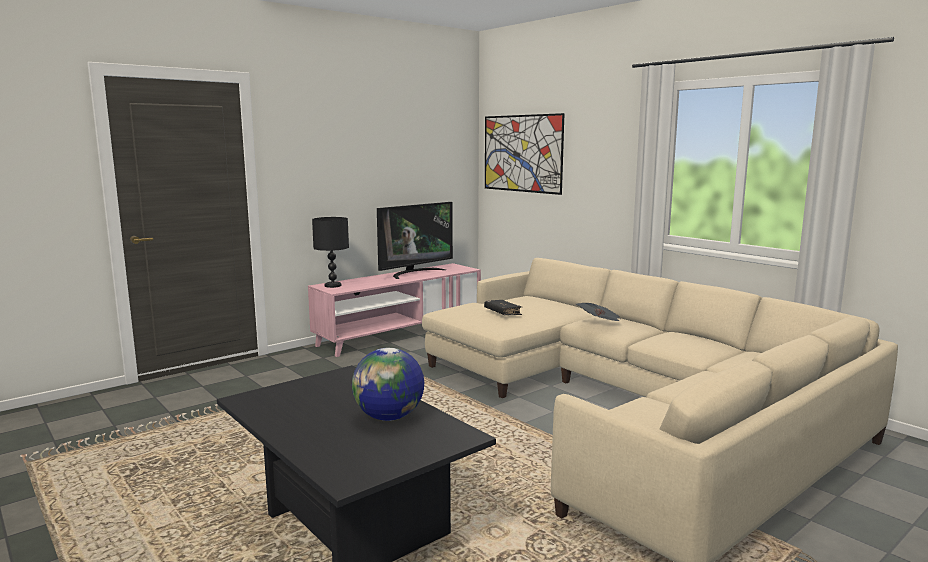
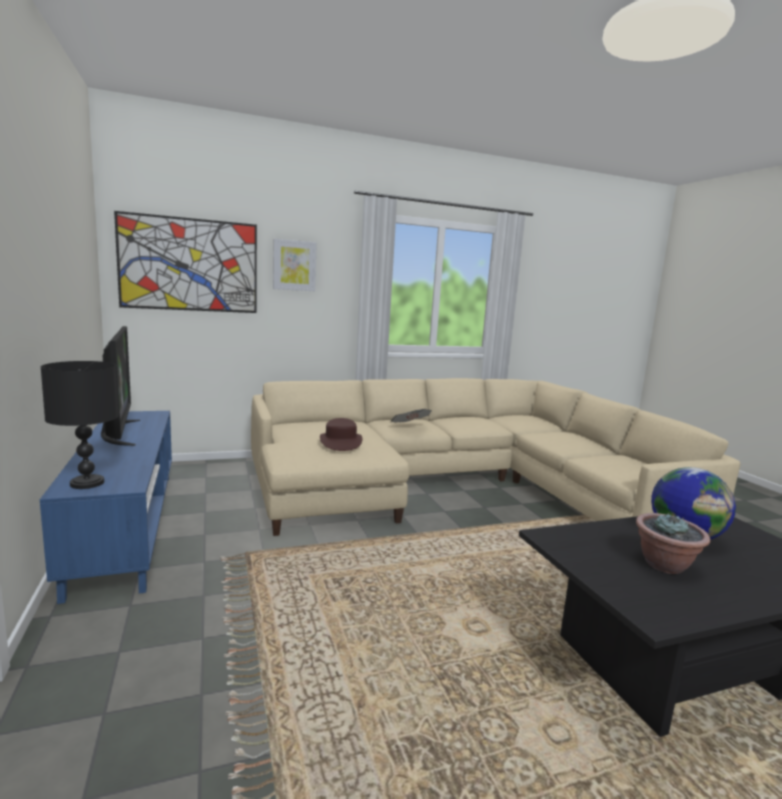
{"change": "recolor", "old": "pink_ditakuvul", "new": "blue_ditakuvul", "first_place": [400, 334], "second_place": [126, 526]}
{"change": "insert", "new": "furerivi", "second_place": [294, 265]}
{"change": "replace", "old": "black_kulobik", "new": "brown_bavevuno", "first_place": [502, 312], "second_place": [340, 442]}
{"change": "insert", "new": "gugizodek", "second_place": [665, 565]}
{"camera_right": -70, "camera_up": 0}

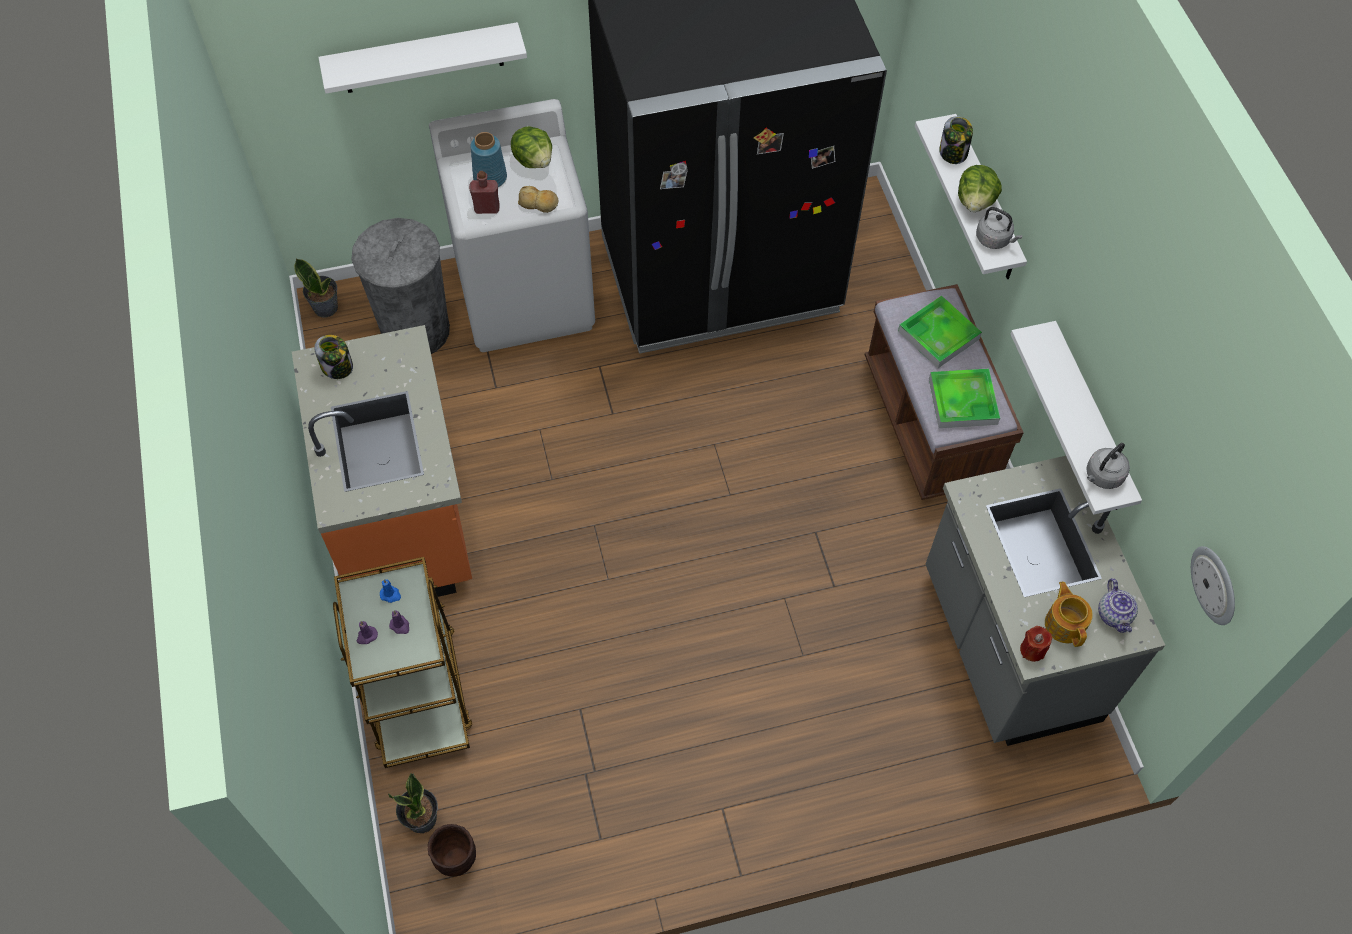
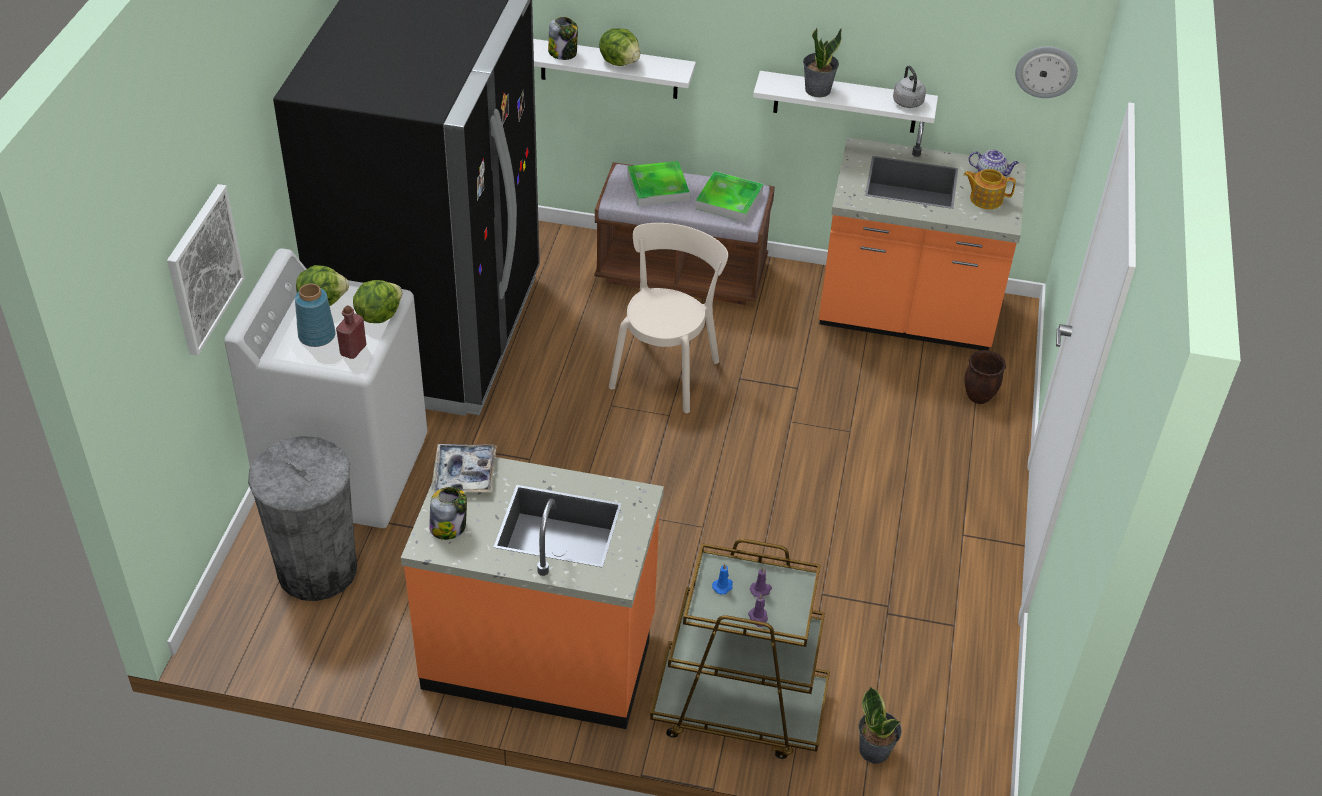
{"change": "replace", "old": "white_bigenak", "new": "furerivi", "first_place": [422, 58], "second_place": [203, 269]}
{"change": "replace", "old": "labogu", "new": "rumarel", "first_place": [538, 204], "second_place": [378, 315]}
{"change": "insert", "new": "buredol", "second_place": [464, 473]}
{"change": "insert", "new": "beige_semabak", "second_place": [666, 370]}
{"change": "move", "old": "gugizodek", "first_place": [326, 307], "second_place": [817, 90]}
{"change": "recolor", "old": "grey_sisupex", "new": "orange_sisupex", "first_place": [1006, 647], "second_place": [906, 316]}
{"change": "move", "old": "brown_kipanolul", "first_place": [456, 861], "second_place": [979, 397]}
{"change": "delete", "old": "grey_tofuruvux", "first_place": [994, 239]}
{"change": "delete", "old": "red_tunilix", "first_place": [1032, 650]}
{"camera_right": -65, "camera_up": -15}

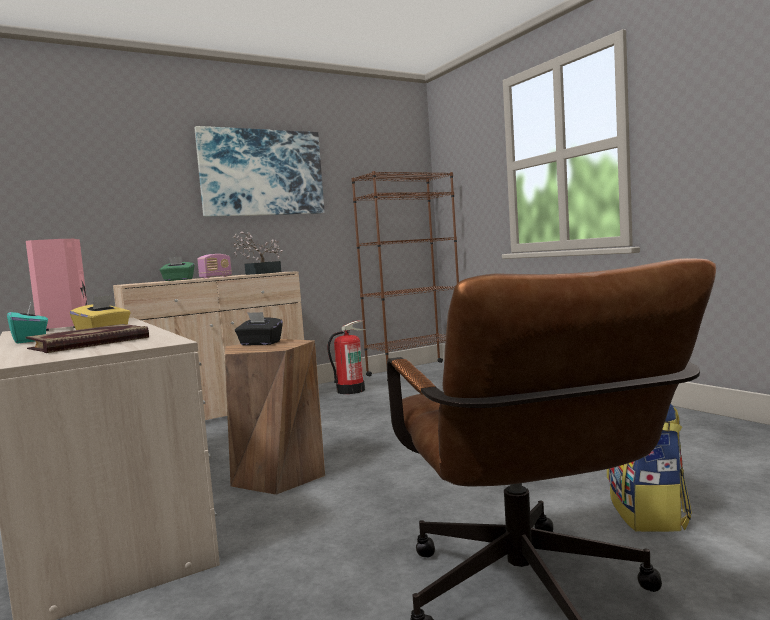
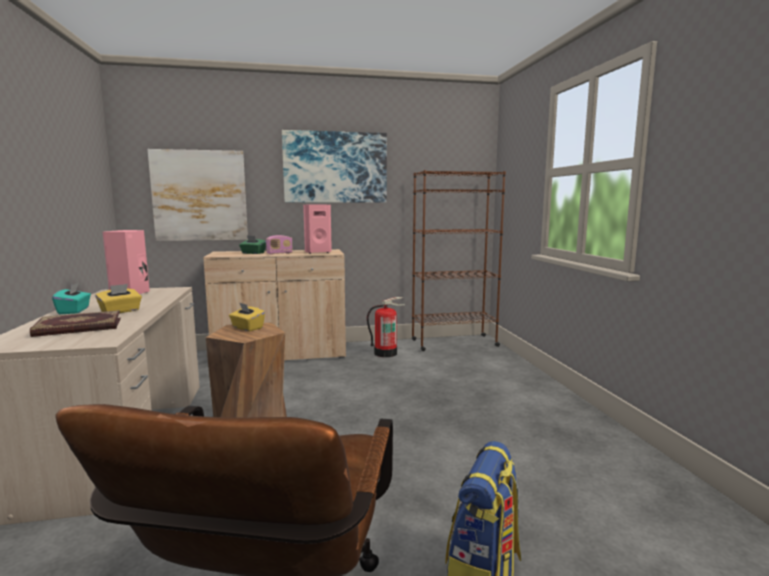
{"change": "insert", "new": "furerivi", "second_place": [200, 196]}
{"change": "recolor", "old": "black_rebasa", "new": "yellow_rebasa", "first_place": [260, 344], "second_place": [247, 328]}
{"change": "replace", "old": "gugizodek", "new": "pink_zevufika", "first_place": [259, 273], "second_place": [317, 252]}
{"camera_right": 20, "camera_up": 5}

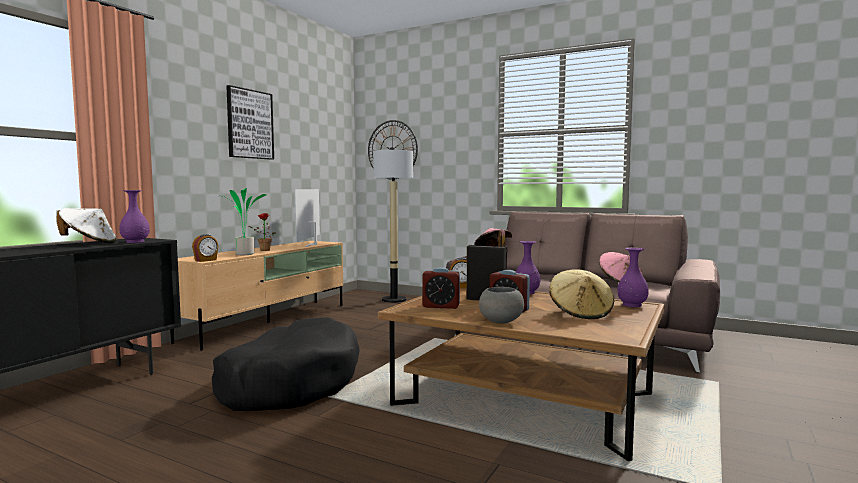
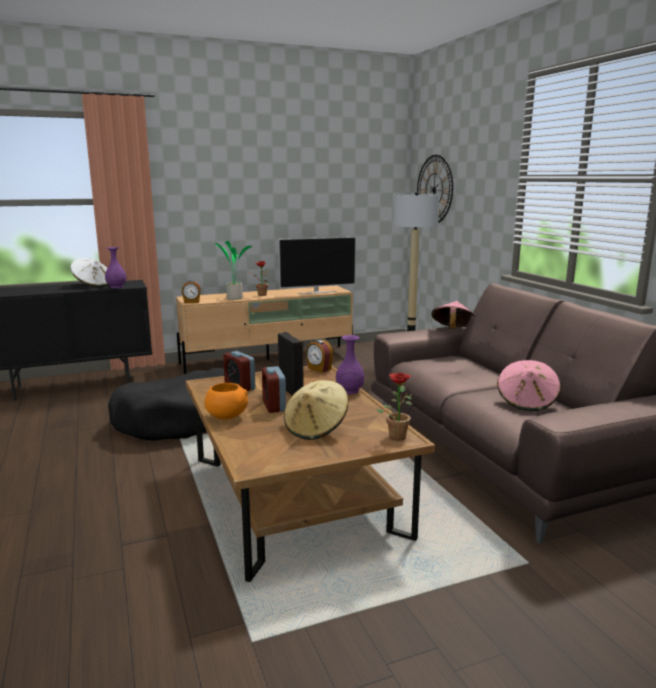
{"change": "recolor", "old": "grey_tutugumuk", "new": "orange_tutugumuk", "first_place": [500, 321], "second_place": [226, 416]}
{"change": "rotate", "old": "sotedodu", "first_place": [312, 245], "second_place": [317, 292], "degrees": -150}
{"change": "replace", "old": "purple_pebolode", "new": "gugizodek", "first_place": [632, 305], "second_place": [396, 435]}
{"change": "delete", "old": "furerivi", "first_place": [249, 124]}
{"camera_right": 40, "camera_up": 10}

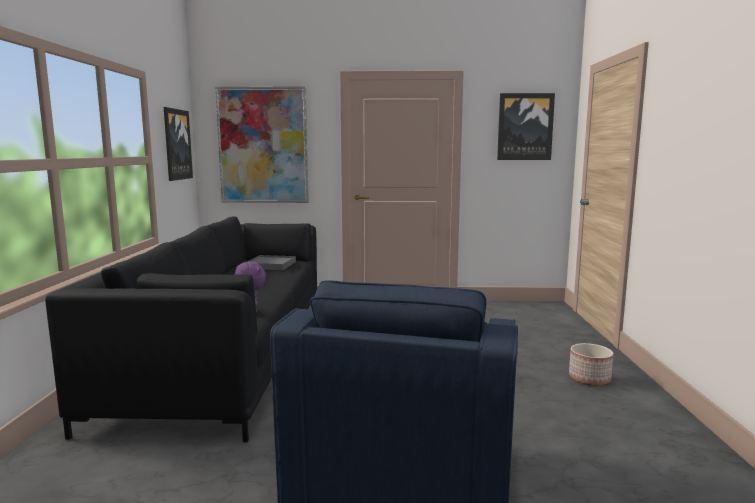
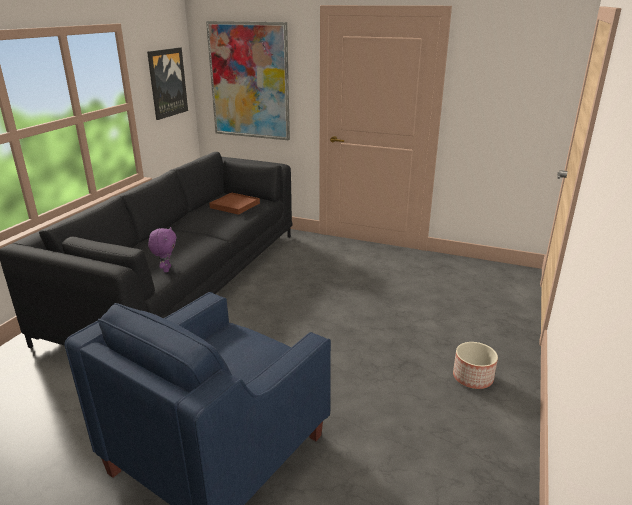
{"change": "recolor", "old": "grey_buredol", "new": "brown_buredol", "first_place": [271, 265], "second_place": [235, 205]}
{"change": "delete", "old": "furerivi", "first_place": [525, 127]}
{"camera_right": 20, "camera_up": 15}

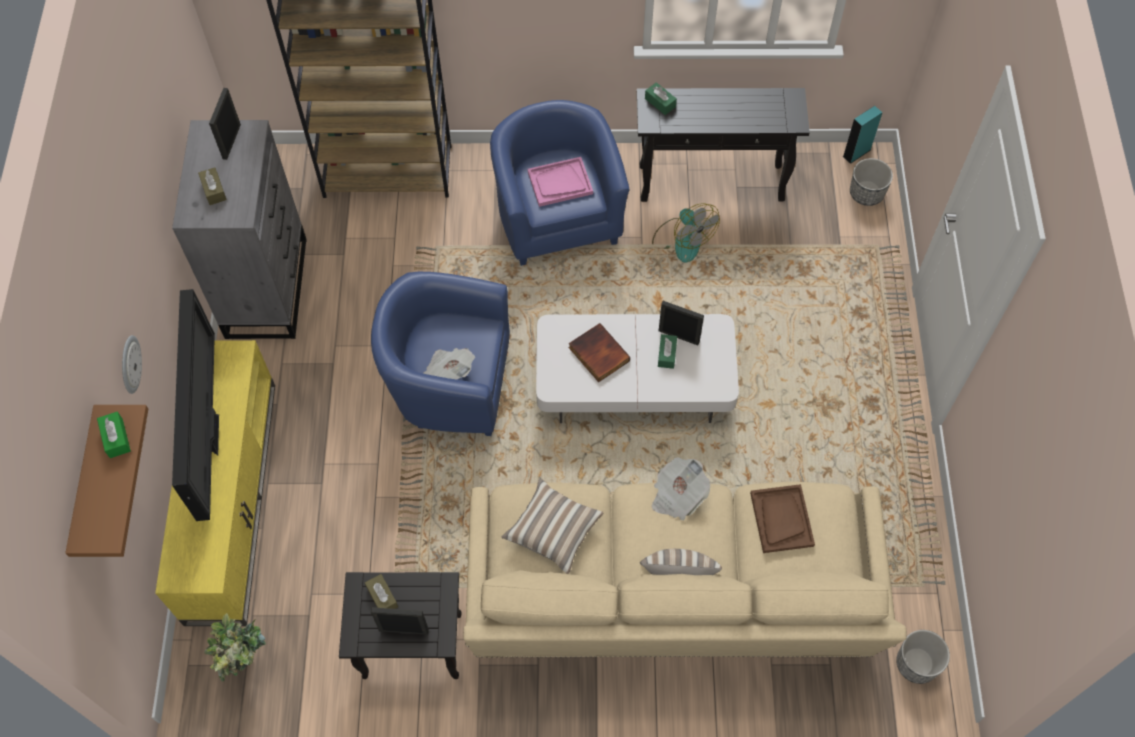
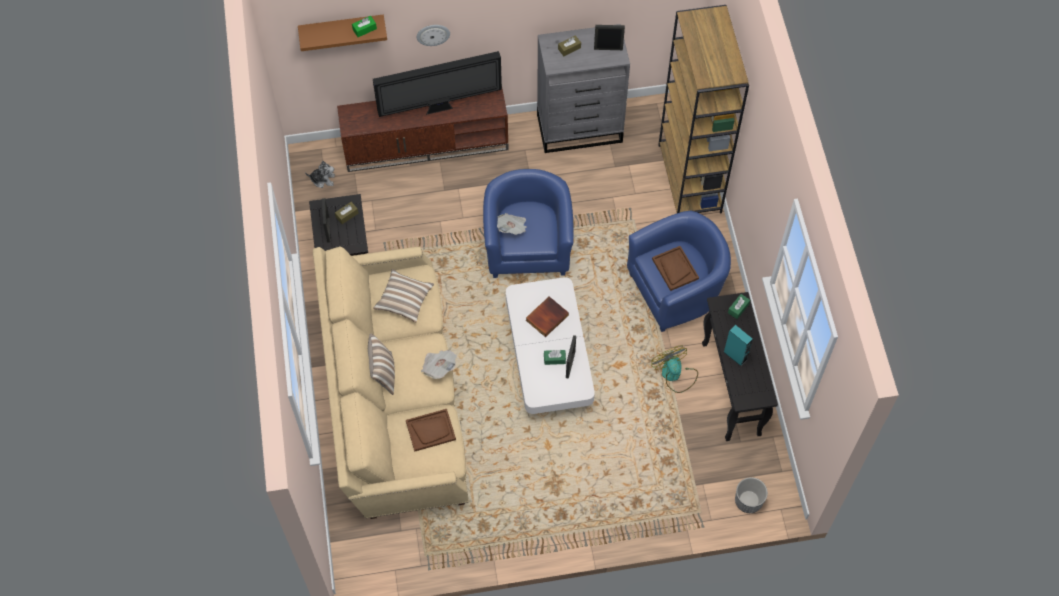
{"change": "replace", "old": "gugizodek", "new": "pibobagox", "first_place": [250, 667], "second_place": [323, 179]}
{"change": "recolor", "old": "yellow_ditakuvul", "new": "brown_ditakuvul", "first_place": [230, 499], "second_place": [426, 144]}
{"change": "rotate", "old": "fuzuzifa", "first_place": [682, 239], "second_place": [675, 374], "degrees": 105}
{"change": "recolor", "old": "pink_buredol", "new": "brown_buredol", "first_place": [560, 183], "second_place": [675, 269]}
{"change": "move", "old": "turquoise_zevufika", "first_place": [857, 153], "second_place": [735, 356]}
{"change": "delete", "old": "kipanolul", "first_place": [916, 664]}
{"camera_right": 80, "camera_up": 0}

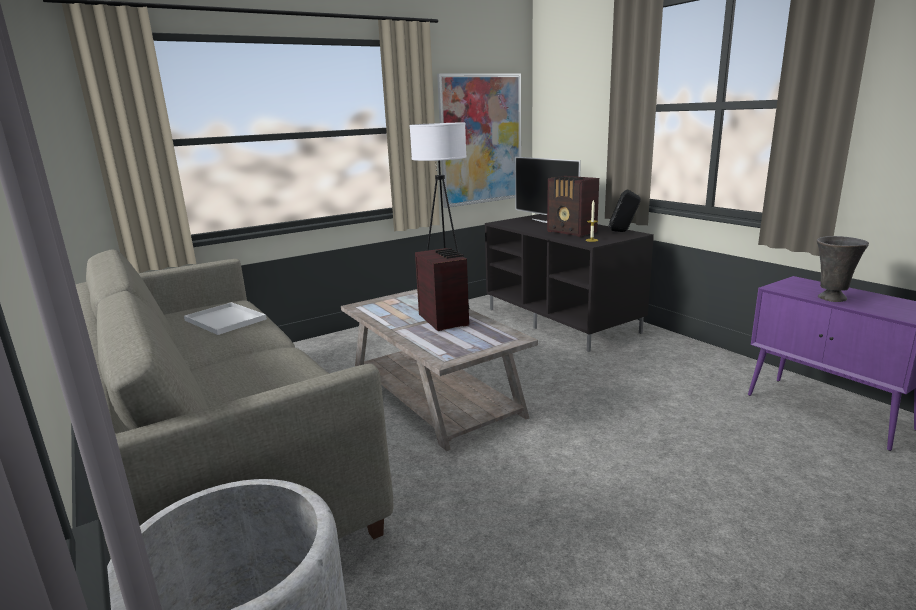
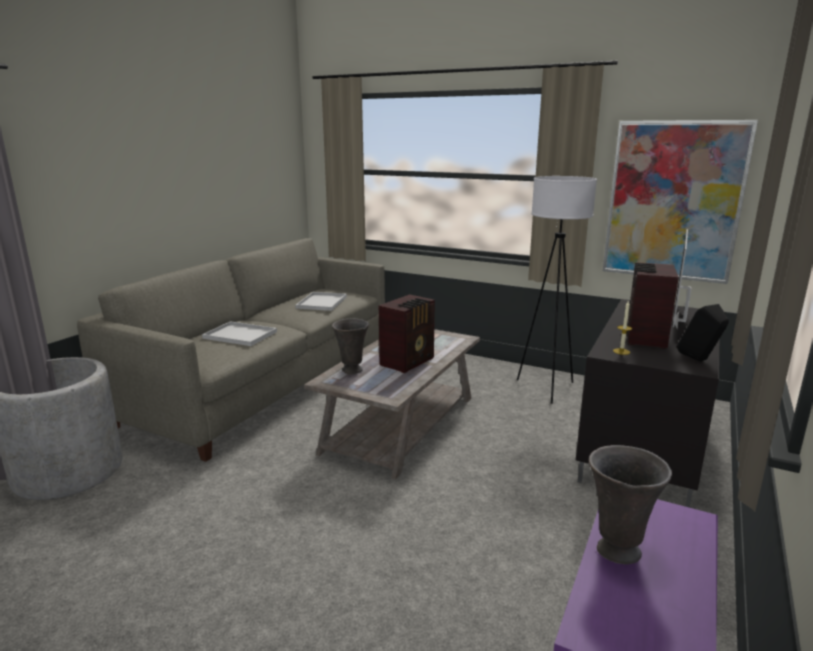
{"change": "insert", "new": "white_buredol", "second_place": [241, 335]}
{"change": "insert", "new": "grey_pebolode", "second_place": [352, 371]}
{"camera_right": 60, "camera_up": 0}

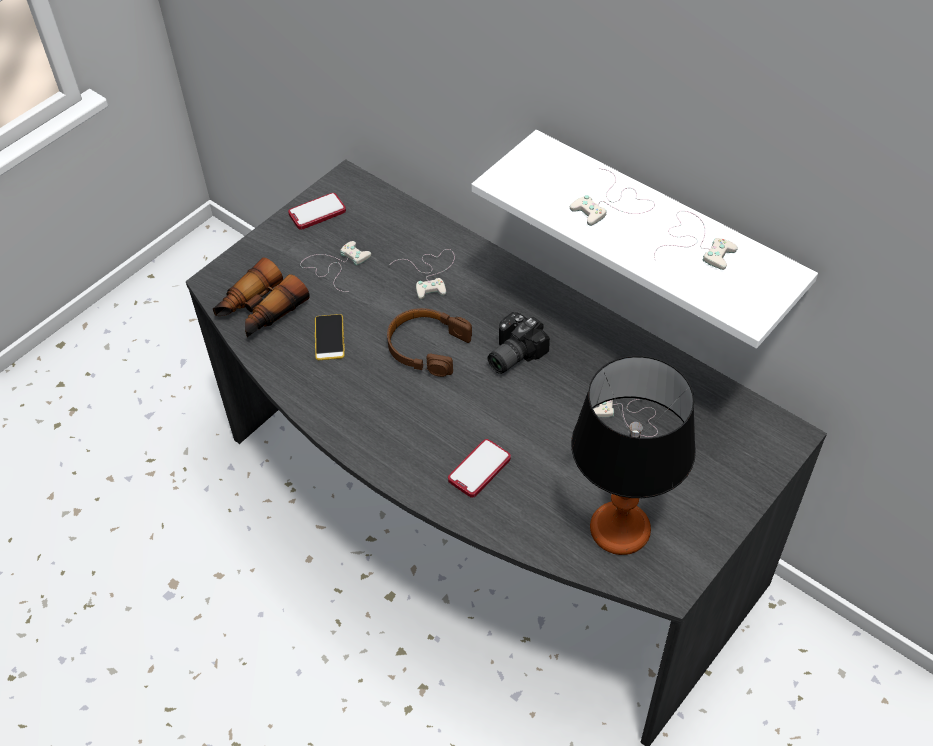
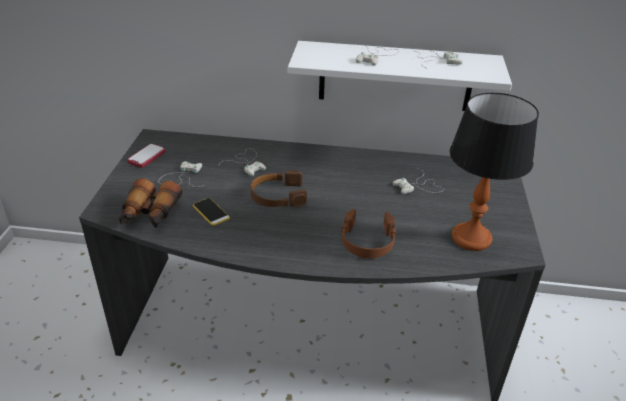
{"change": "replace", "old": "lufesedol", "new": "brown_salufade", "first_place": [479, 469], "second_place": [367, 241]}
{"change": "delete", "old": "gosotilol", "first_place": [511, 354]}
{"camera_right": -35, "camera_up": -15}

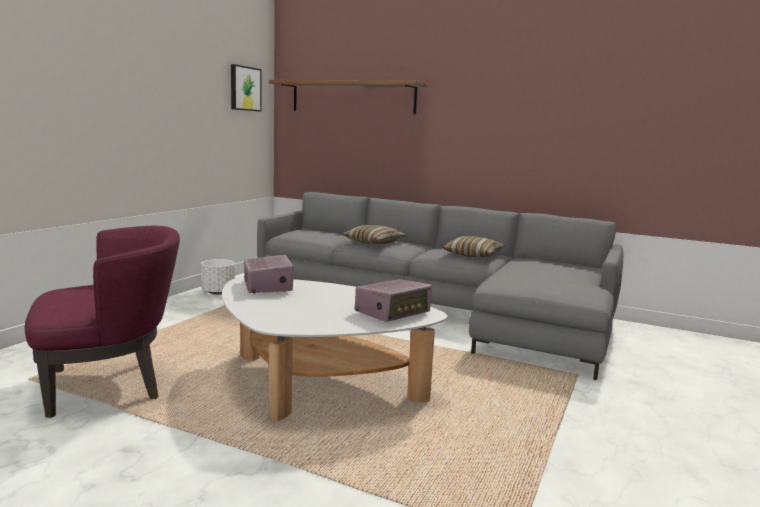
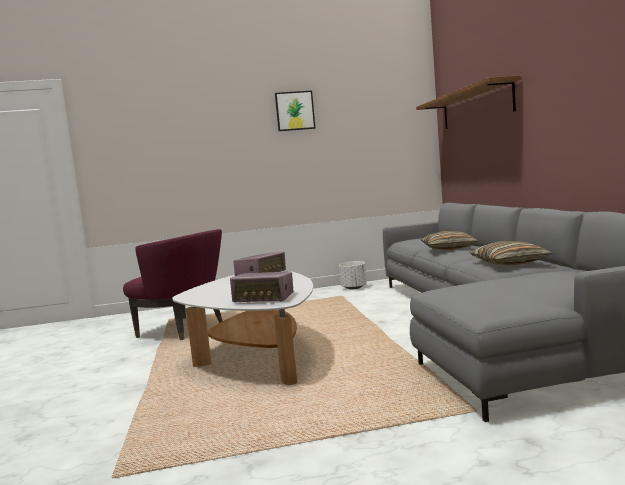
{"change": "move", "old": "furerivi", "first_place": [244, 88], "second_place": [294, 111]}
{"camera_right": 55, "camera_up": -5}

